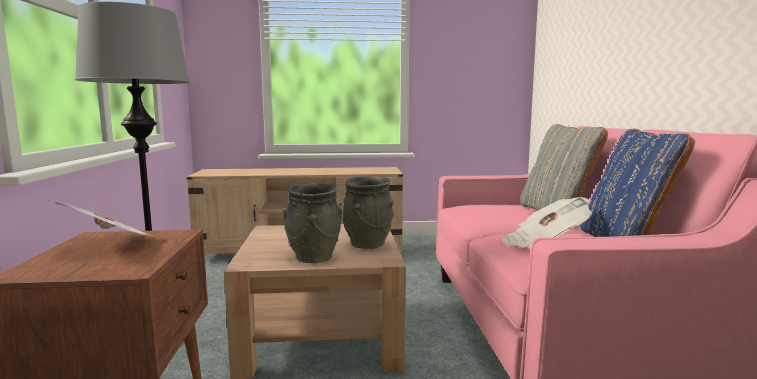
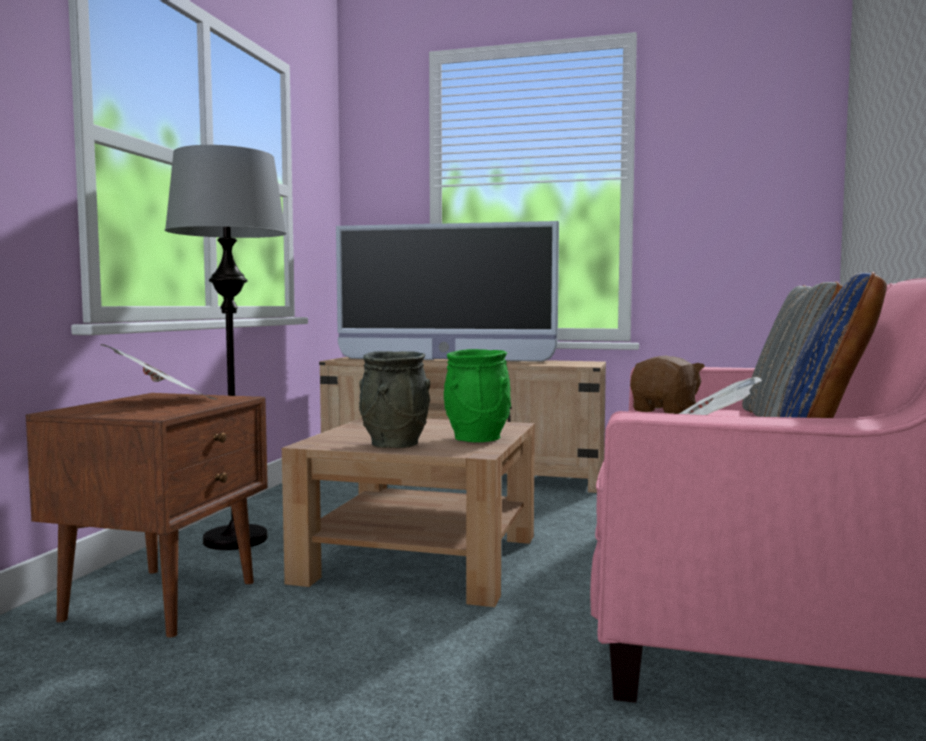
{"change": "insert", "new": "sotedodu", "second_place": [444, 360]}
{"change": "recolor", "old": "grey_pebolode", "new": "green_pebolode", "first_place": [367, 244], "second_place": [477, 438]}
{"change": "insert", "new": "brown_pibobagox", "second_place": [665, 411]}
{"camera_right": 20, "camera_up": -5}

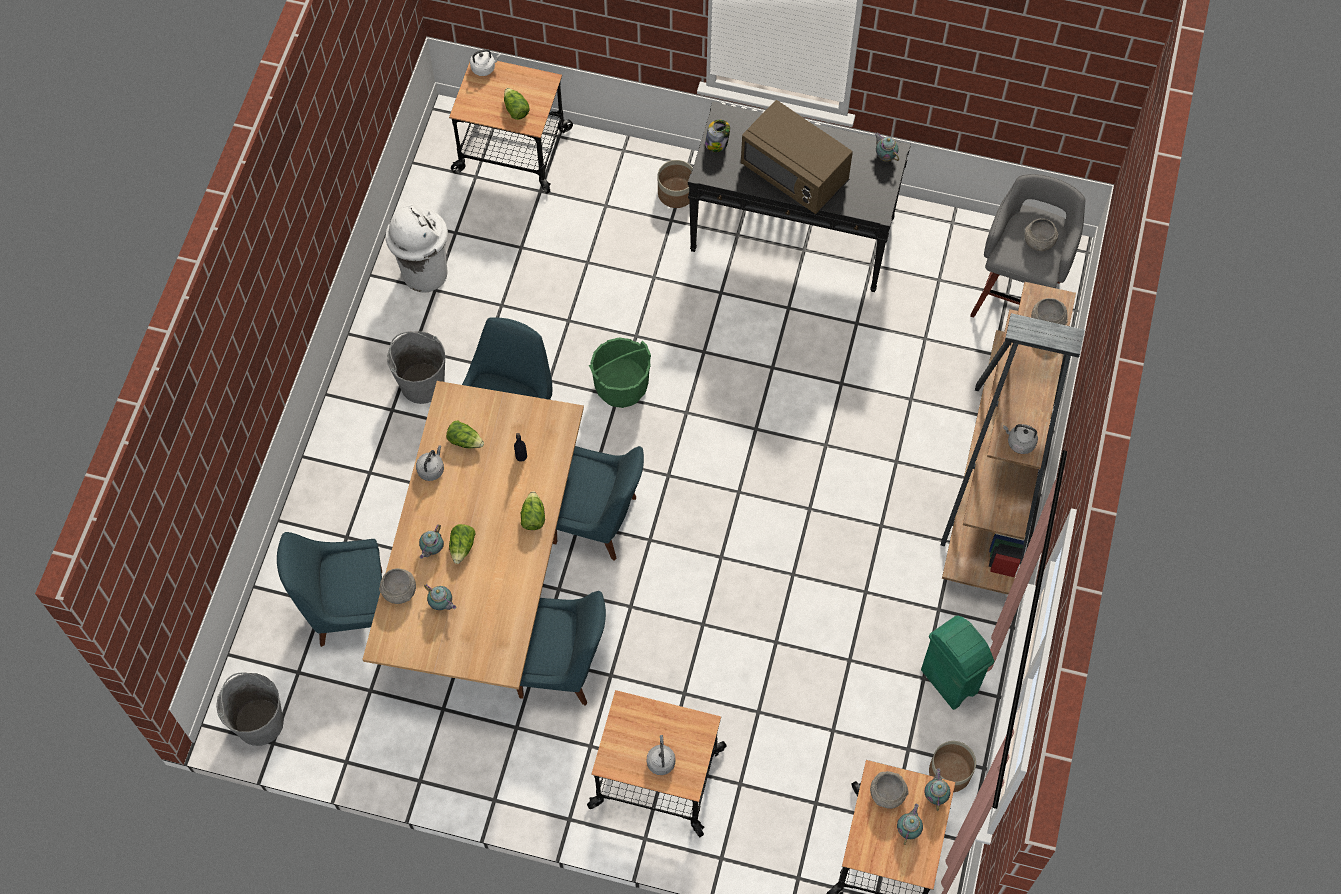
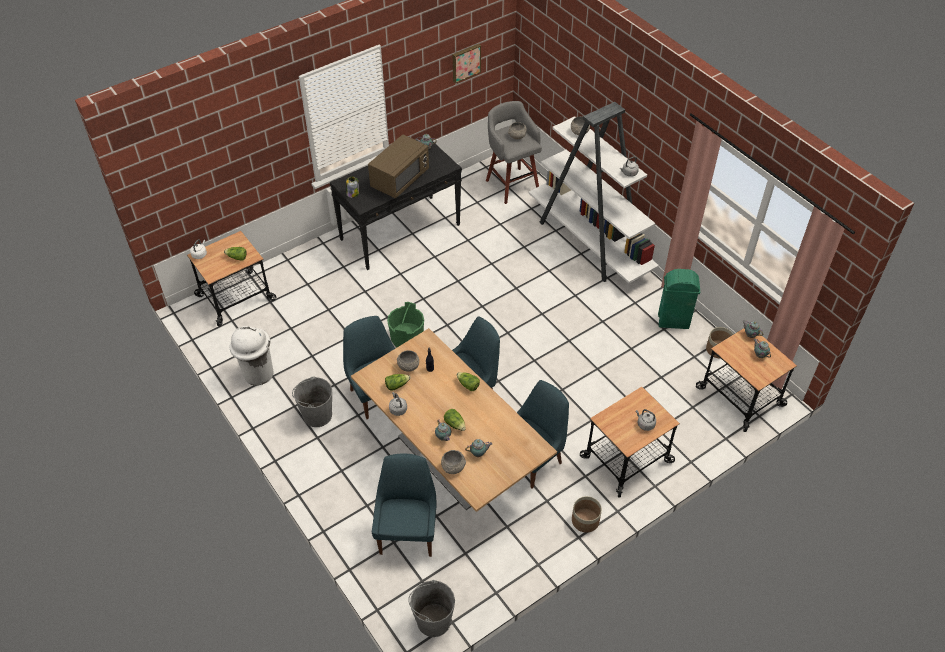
{"change": "rotate", "old": "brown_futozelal", "first_place": [795, 173], "second_place": [399, 179], "degrees": -45}
{"change": "rotate", "old": "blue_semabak", "first_place": [347, 608], "second_place": [408, 532], "degrees": 150}
{"change": "move", "old": "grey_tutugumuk", "first_place": [887, 793], "second_place": [408, 366]}
{"change": "insert", "new": "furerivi", "second_place": [465, 62]}
{"change": "recolor", "old": "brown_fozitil", "new": "white_fozitil", "first_place": [998, 475], "second_place": [590, 243]}
{"change": "move", "old": "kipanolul", "first_place": [676, 193], "second_place": [585, 520]}
{"camera_right": -50, "camera_up": -15}

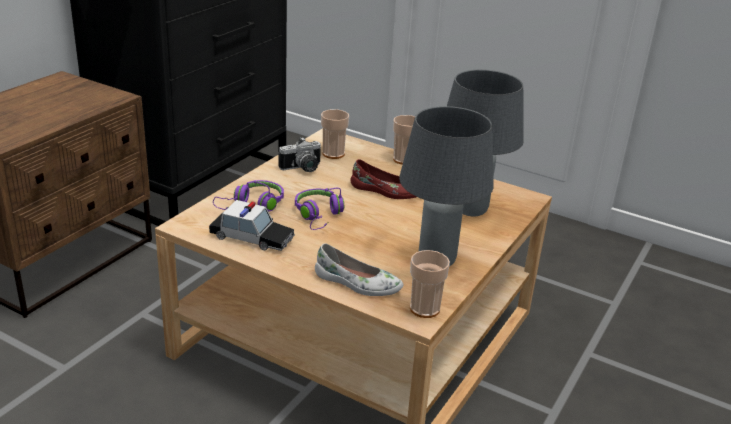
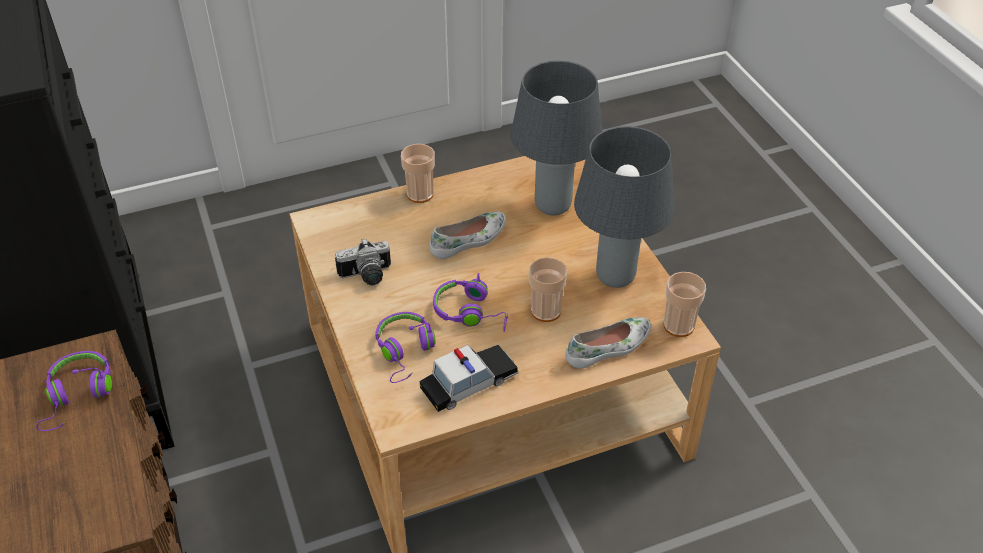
{"change": "insert", "new": "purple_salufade", "second_place": [78, 396]}
{"change": "rotate", "old": "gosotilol", "first_place": [303, 169], "second_place": [367, 276], "degrees": 60}
{"change": "recolor", "old": "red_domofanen", "new": "white_domofanen", "first_place": [387, 191], "second_place": [469, 240]}
{"change": "move", "old": "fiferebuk", "first_place": [333, 154], "second_place": [545, 311]}
{"camera_right": -50, "camera_up": 15}

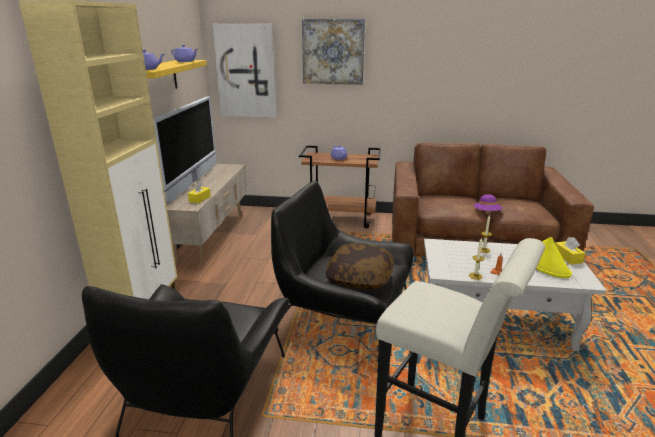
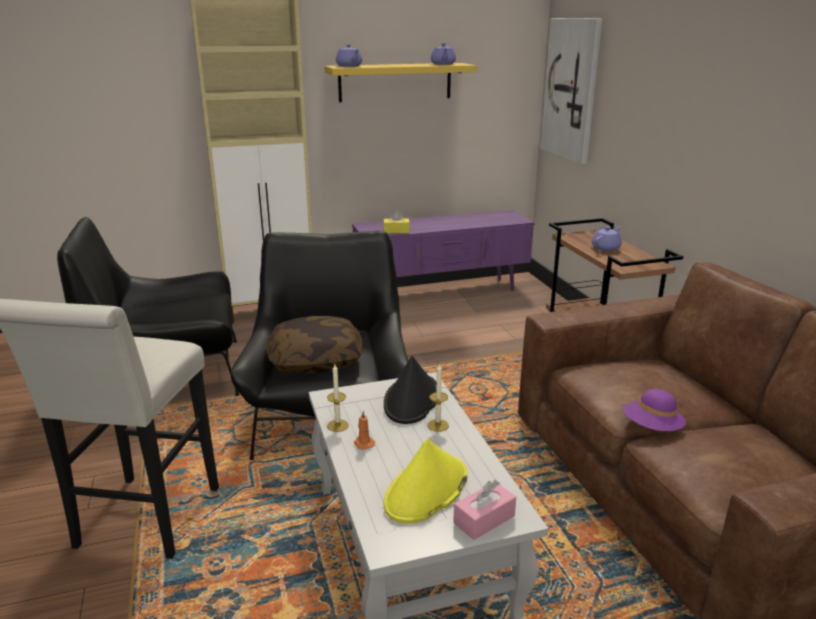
{"change": "recolor", "old": "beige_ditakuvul", "new": "purple_ditakuvul", "first_place": [212, 237], "second_place": [442, 293]}
{"change": "insert", "new": "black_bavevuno", "second_place": [411, 400]}
{"change": "recolor", "old": "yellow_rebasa", "new": "pink_rebasa", "first_place": [567, 257], "second_place": [484, 519]}
{"change": "delete", "old": "sotedodu", "first_place": [193, 182]}
{"change": "delete", "old": "furerivi", "first_place": [333, 52]}
{"camera_right": 65, "camera_up": 0}

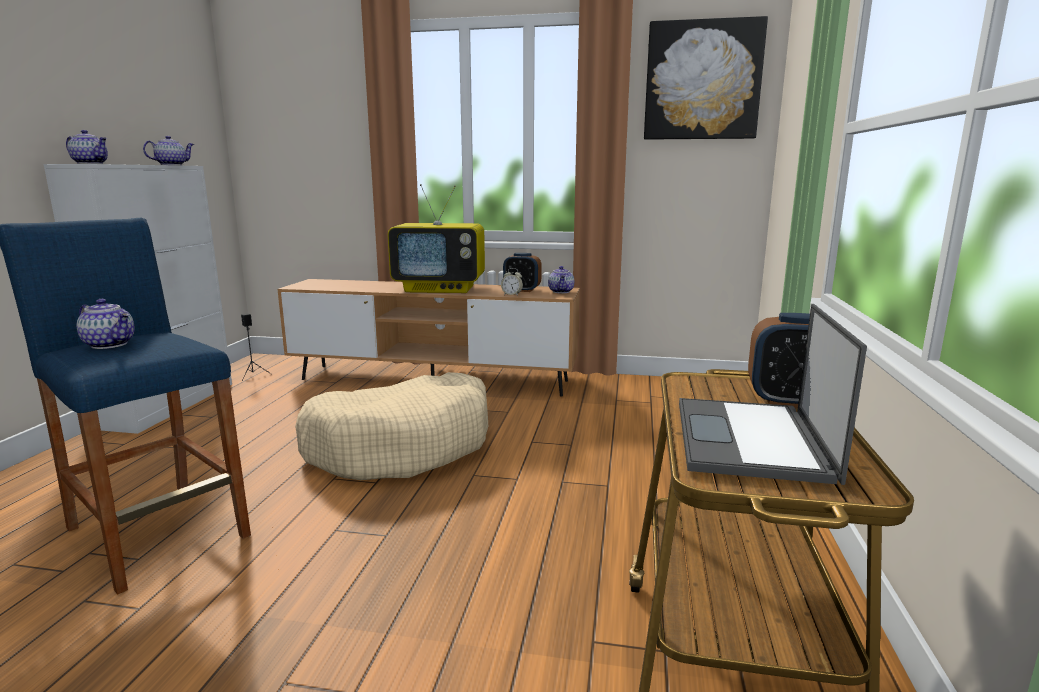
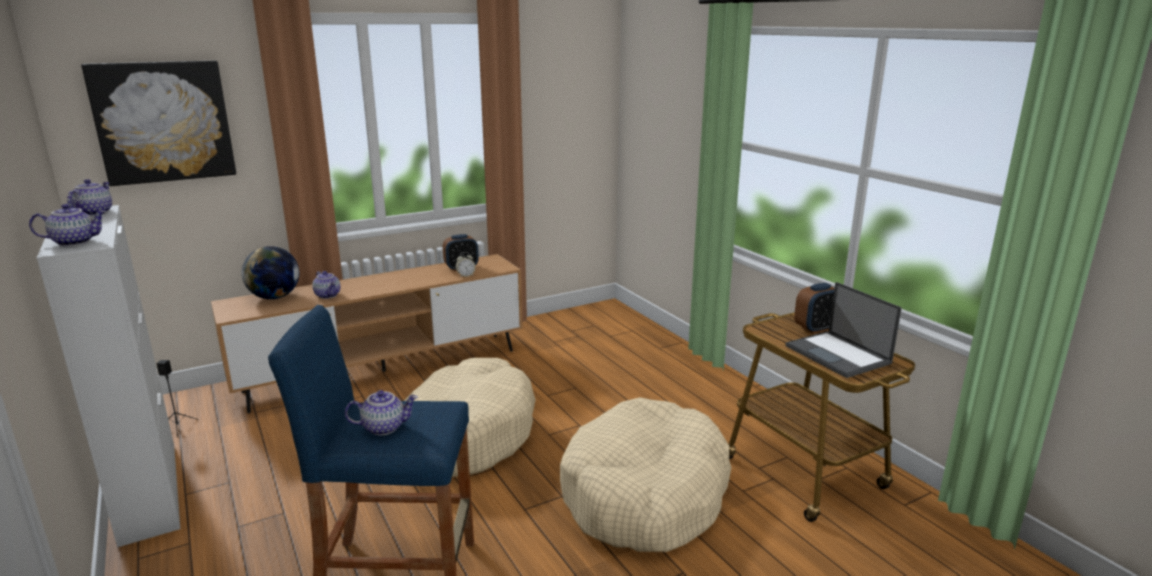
{"change": "move", "old": "furerivi", "first_place": [702, 81], "second_place": [163, 122]}
{"change": "insert", "new": "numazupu", "second_place": [275, 297]}
{"change": "move", "old": "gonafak", "first_place": [561, 291], "second_place": [328, 295]}
{"change": "insert", "new": "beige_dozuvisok", "second_place": [645, 494]}
{"change": "delete", "old": "sotedodu", "first_place": [440, 289]}
{"camera_right": -40, "camera_up": 5}

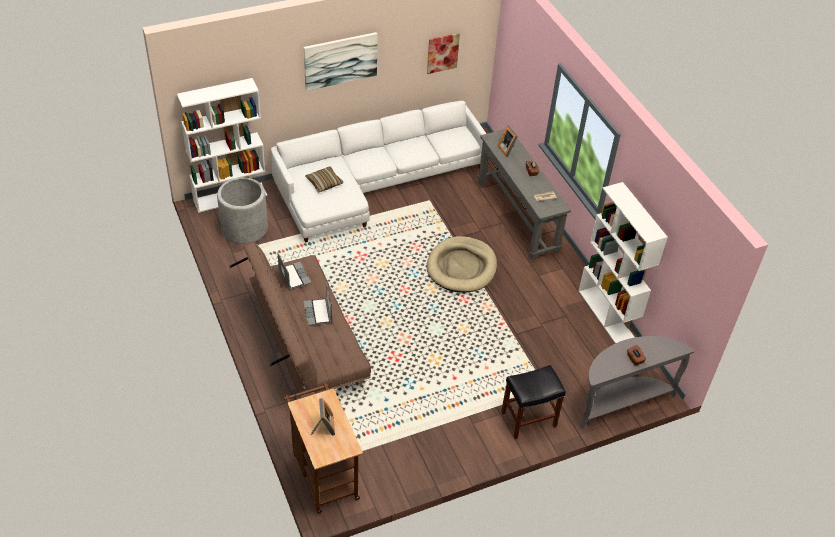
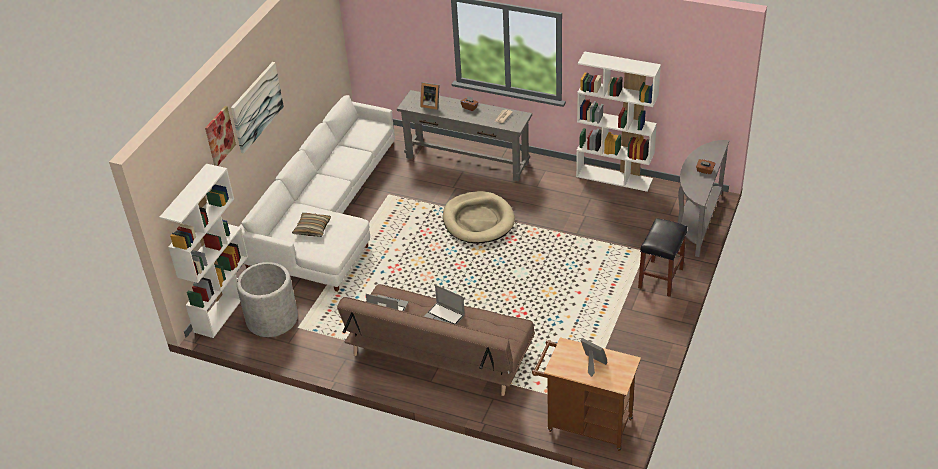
{"change": "move", "old": "furerivi", "first_place": [442, 53], "second_place": [219, 136]}
{"camera_right": -40, "camera_up": -5}

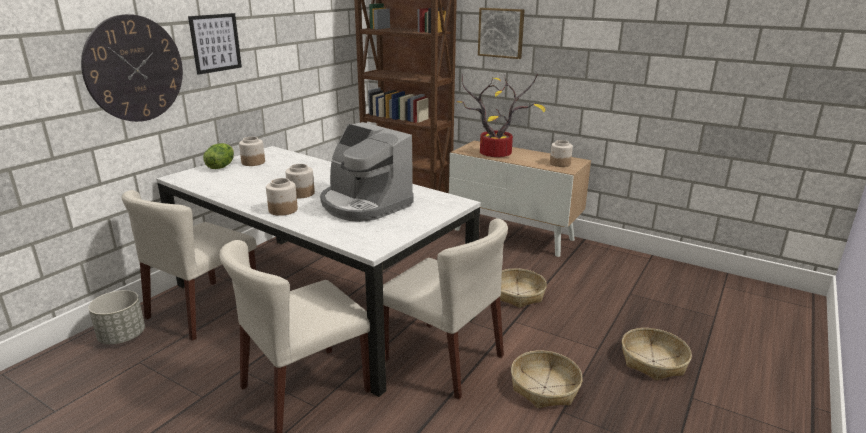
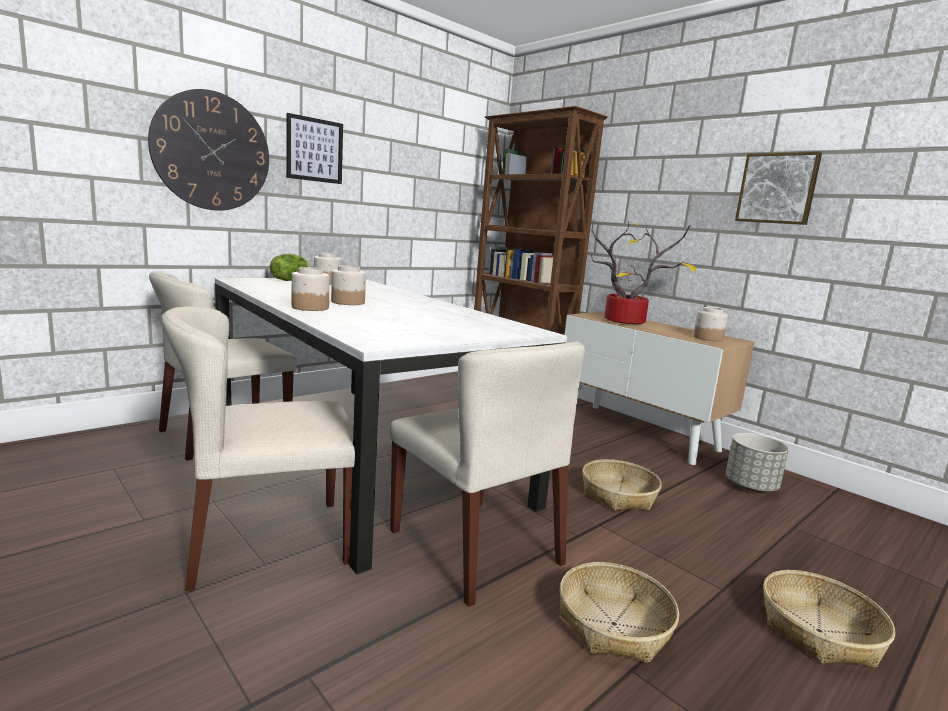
{"change": "move", "old": "grey_kipanolul", "first_place": [122, 336], "second_place": [750, 486]}
{"change": "move", "old": "furerivi", "first_place": [501, 32], "second_place": [777, 188]}
{"change": "delete", "old": "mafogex", "first_place": [364, 204]}
{"camera_right": 15, "camera_up": -10}

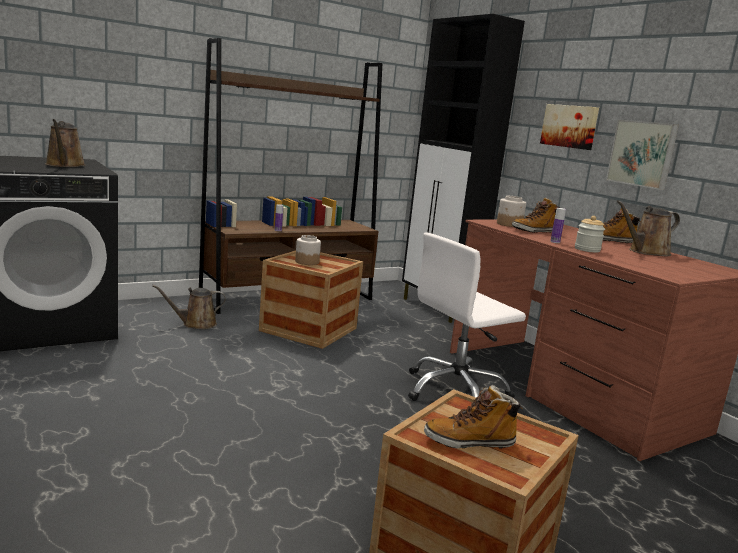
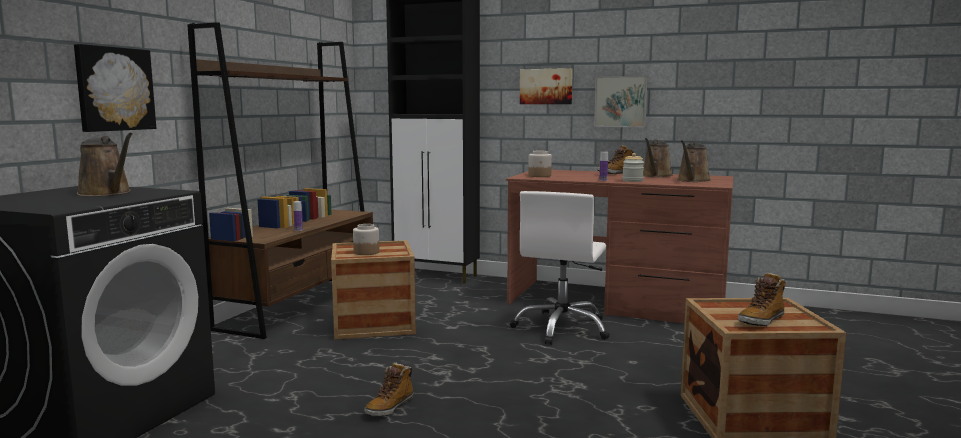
{"change": "insert", "new": "furerivi", "second_place": [114, 89]}
{"change": "move", "old": "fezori", "first_place": [533, 231], "second_place": [390, 407]}
{"change": "move", "old": "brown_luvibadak", "first_place": [196, 324], "second_place": [692, 180]}
{"camera_right": -35, "camera_up": -5}

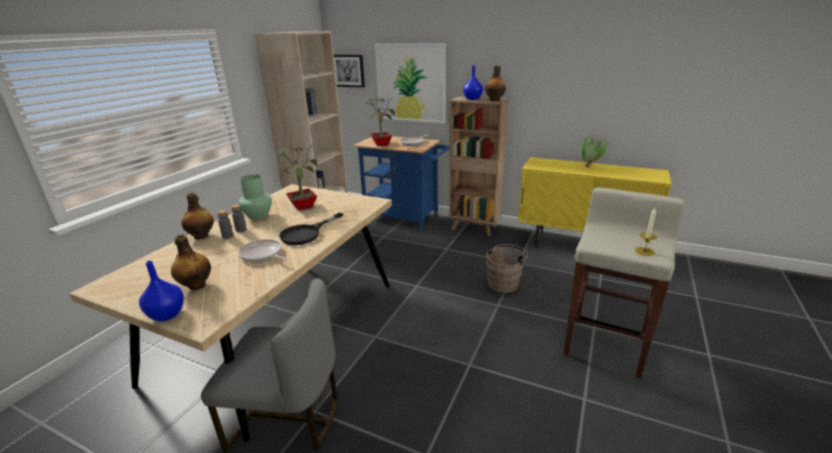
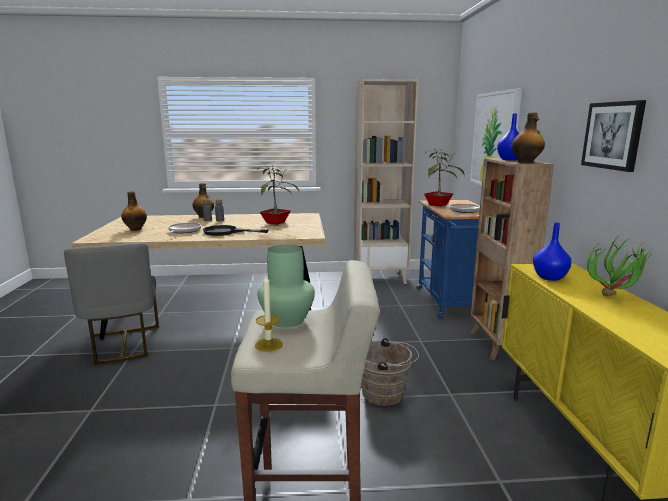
{"change": "move", "old": "green_pebolode", "first_place": [258, 216], "second_place": [287, 320]}
{"change": "move", "old": "blue_pebolode", "first_place": [166, 315], "second_place": [549, 277]}
{"change": "move", "old": "furerivi", "first_place": [348, 70], "second_place": [613, 135]}
{"camera_right": 60, "camera_up": -10}

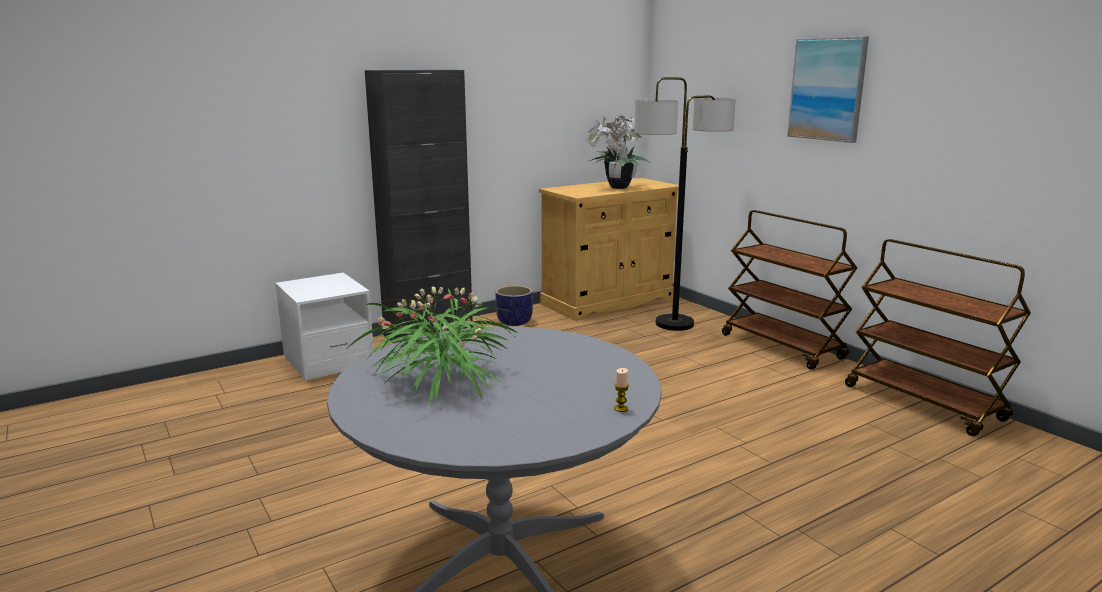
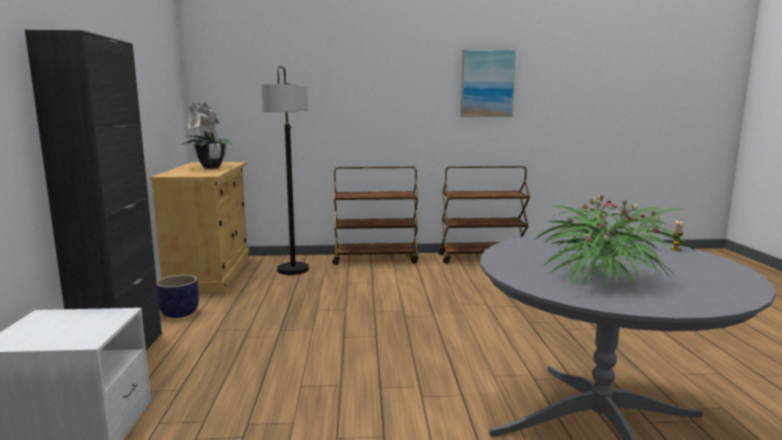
{"change": "move", "old": "furerivi", "first_place": [827, 89], "second_place": [487, 83]}
{"camera_right": -60, "camera_up": -5}

